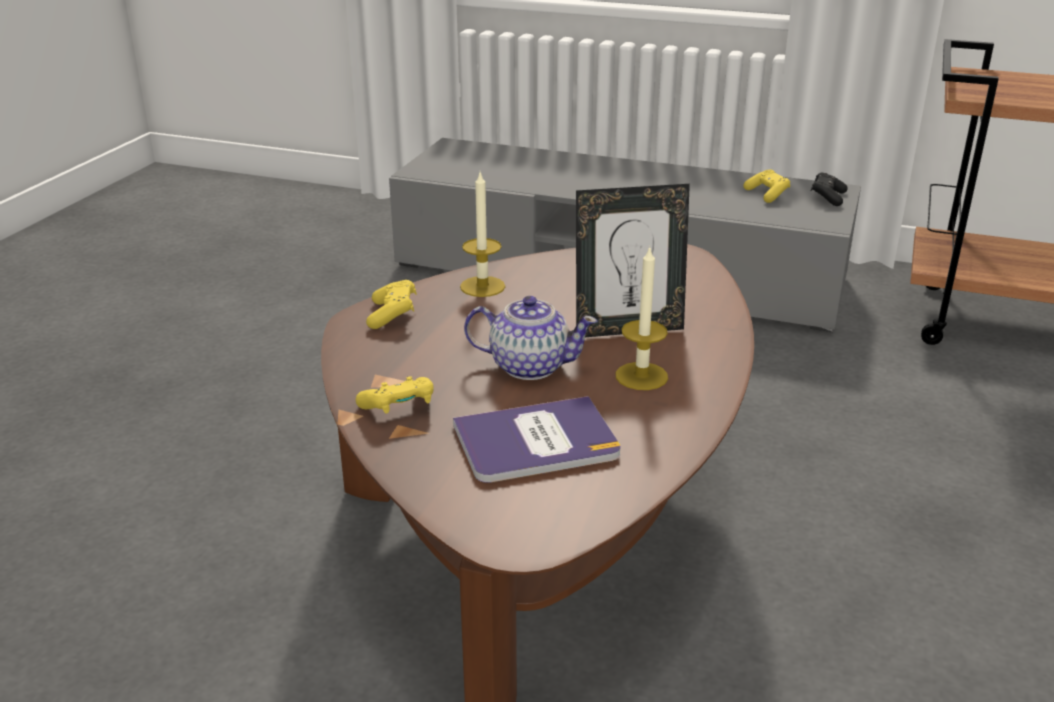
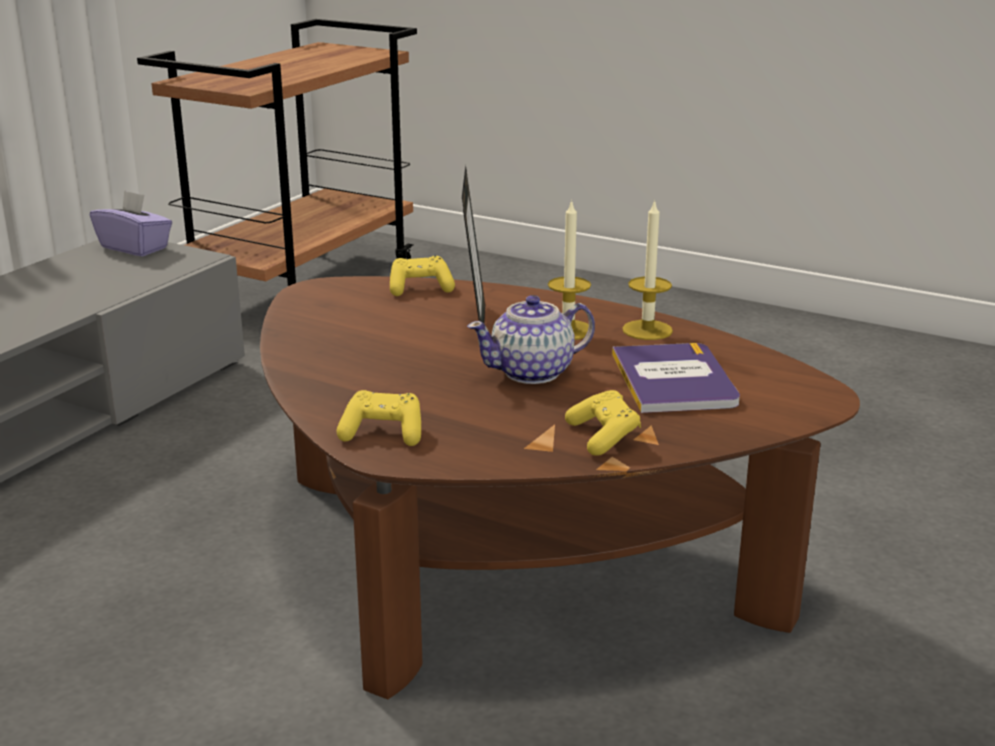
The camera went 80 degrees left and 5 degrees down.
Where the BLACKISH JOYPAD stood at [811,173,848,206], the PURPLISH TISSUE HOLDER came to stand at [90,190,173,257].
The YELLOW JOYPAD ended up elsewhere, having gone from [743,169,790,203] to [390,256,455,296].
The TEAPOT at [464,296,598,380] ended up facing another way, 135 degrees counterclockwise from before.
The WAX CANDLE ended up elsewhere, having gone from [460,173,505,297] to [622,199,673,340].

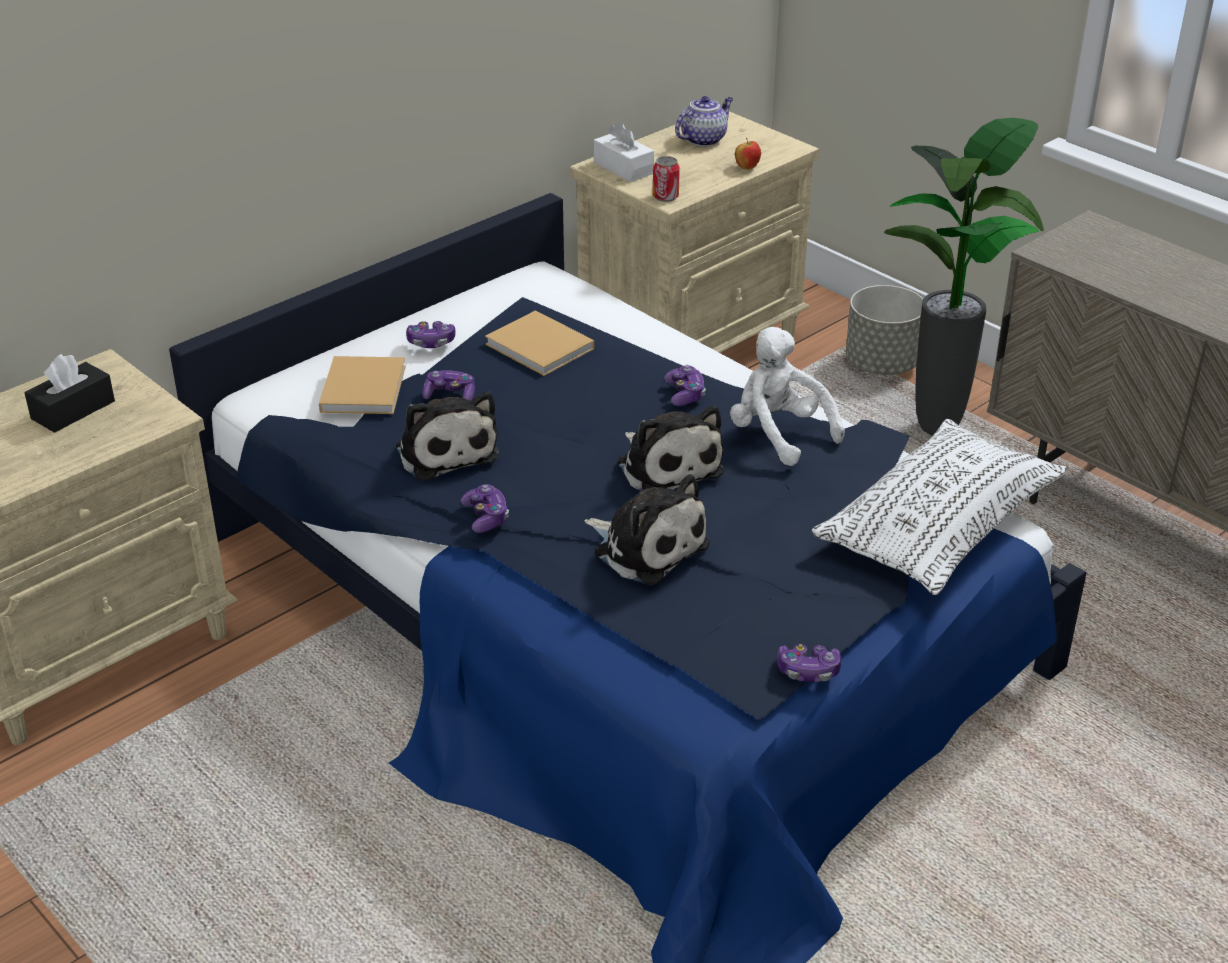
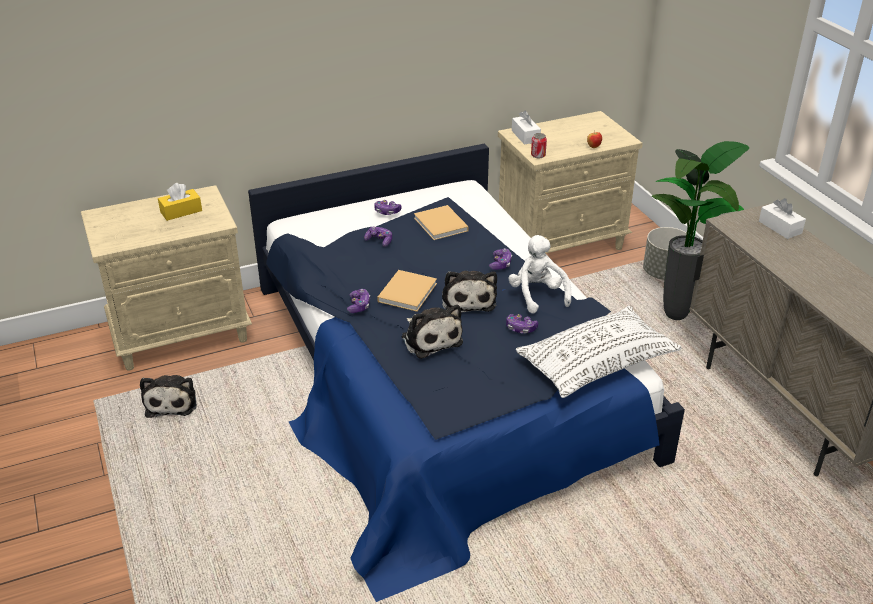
The camera went 20 degrees right and 0 degrees up.
The PLUSH TOY ended up elsewhere, having gone from [396,392,499,481] to [140,375,197,418].
What was the BLACKISH TISSUE HOLDER at [25,354,115,433] turned into the YELLOW TISSUE HOLDER at [158,183,202,221].
The SAND-COLOURED BOOK ended up elsewhere, having gone from [319,356,406,414] to [377,270,437,312].
The JOYPAD ended up elsewhere, having gone from [777,644,841,682] to [506,314,538,333].
The second view gained the WHITE-COLOURED TISSUE HOLDER at [759,198,806,239].
The second view lost the TEAPOT at [675,96,733,146].

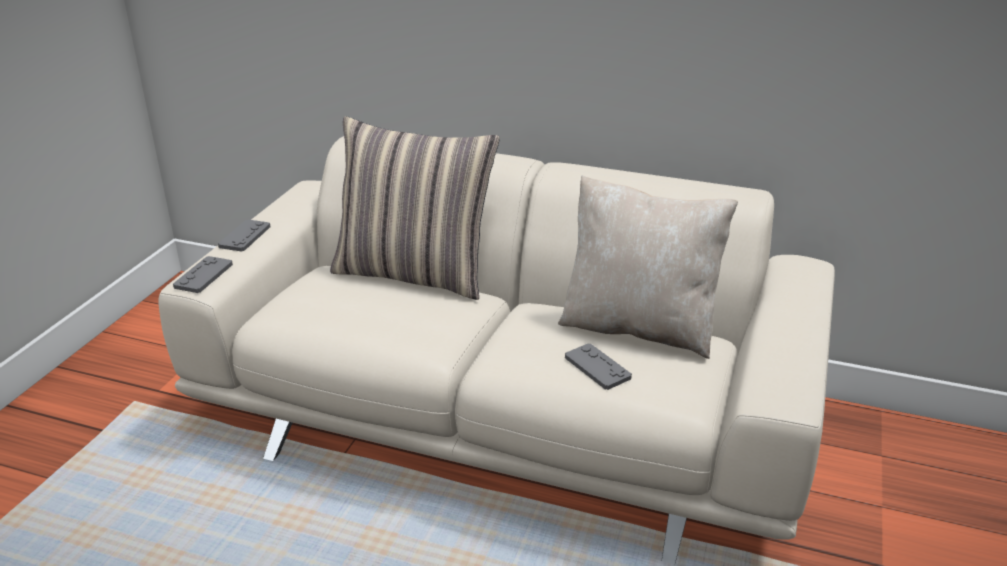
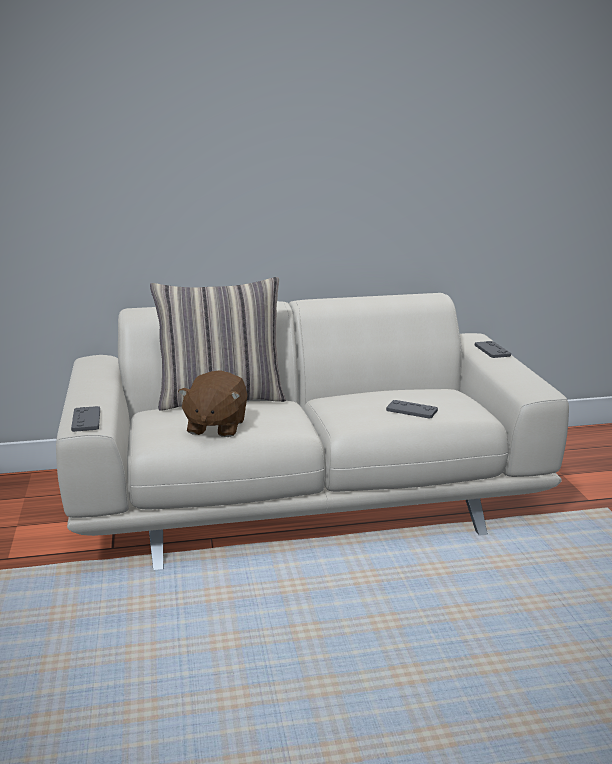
The camera went 30 degrees left and 10 degrees down.
The second view gained the BROWNISH PLUSH TOY at [178,370,248,437].
The GREYISH JOYPAD ended up elsewhere, having gone from [218,219,271,252] to [475,341,511,358].
The second view lost the SAND-COLOURED THROW PILLOW at [558,175,738,359].

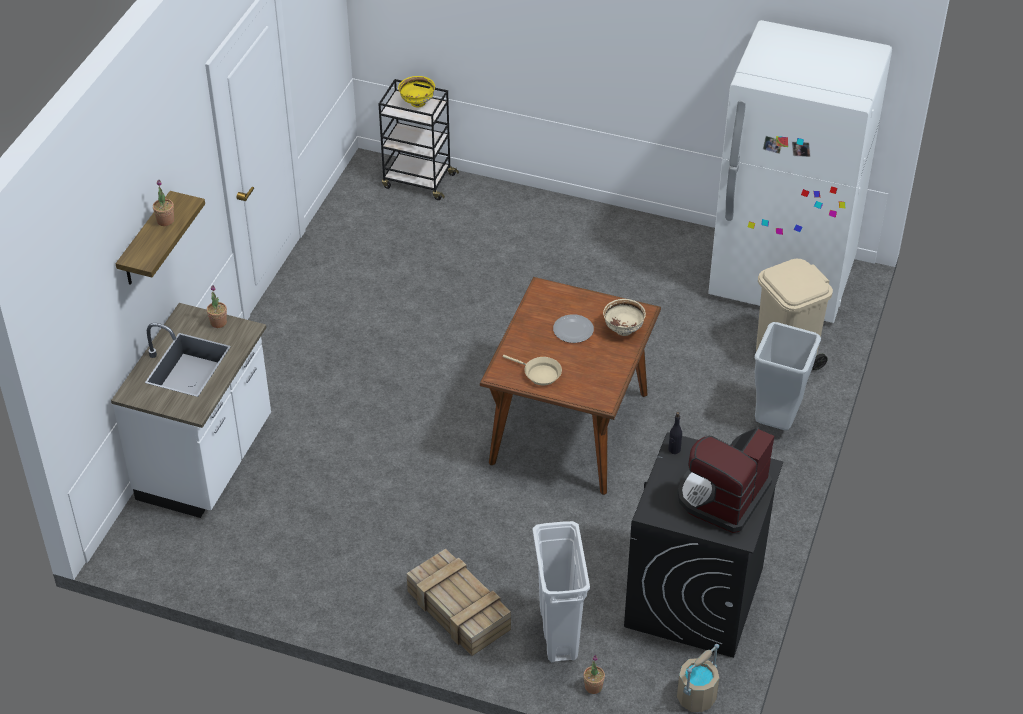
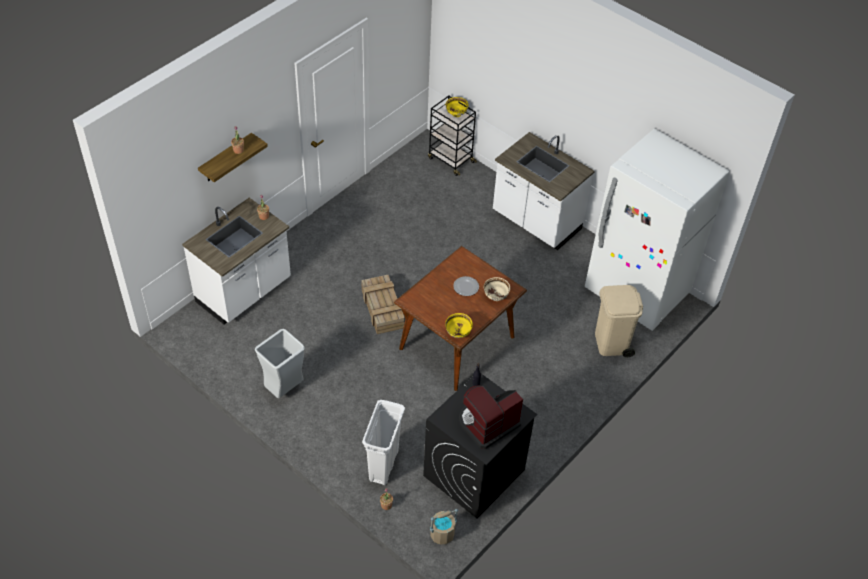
The camera went 20 degrees right and 5 degrees up.
The GREYISH RUBBISH BIN ended up elsewhere, having gone from [754,322,821,430] to [255,329,305,398].
The PACKING CRATE ended up elsewhere, having gone from [406,549,511,656] to [361,275,405,334].
The second view gained the YELLOW BOWL at [445,313,473,338].
The second view gained the WHITE-COLOURED KITCHEN COUNTER at [493,132,595,250].
The second view lost the SAND-COLOURED SKILLET at [503,355,562,386].

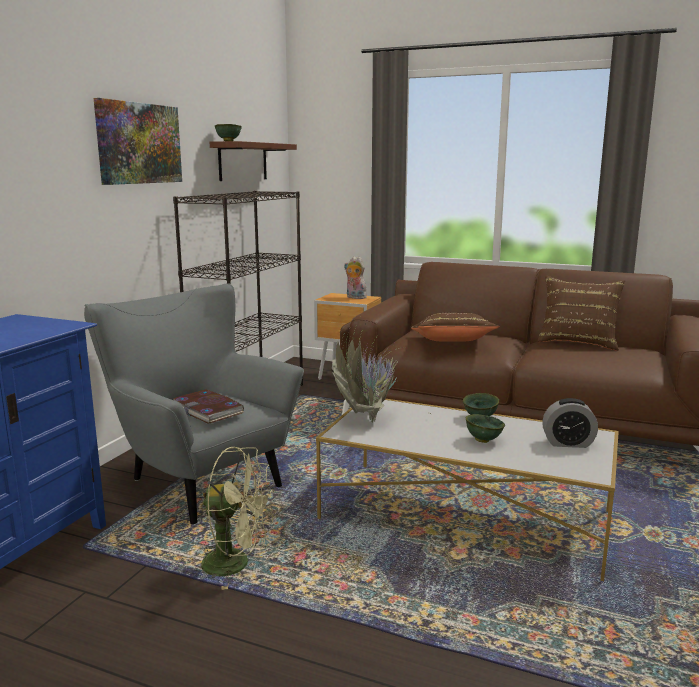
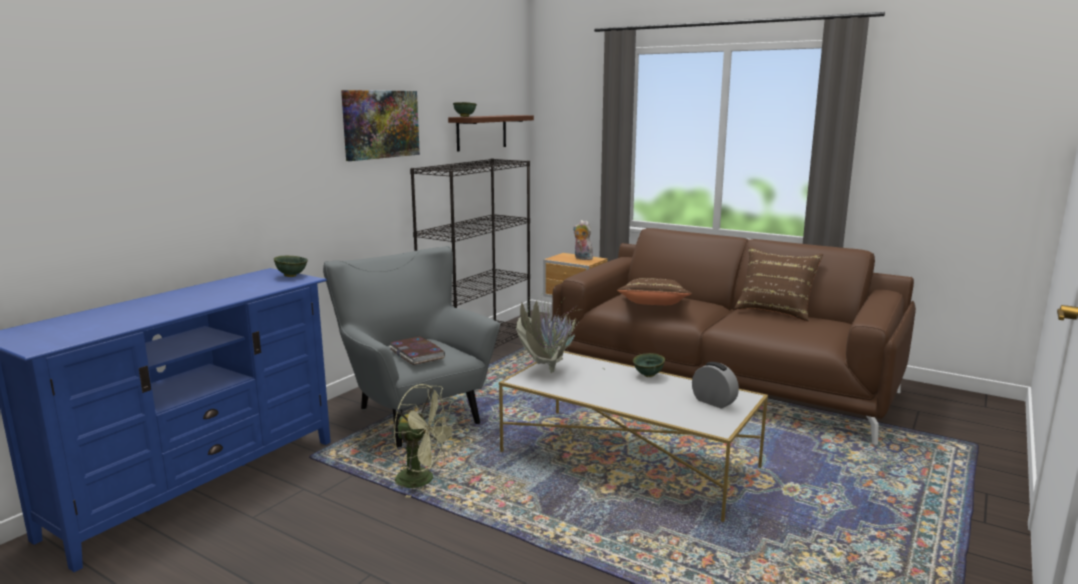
The camera went 10 degrees right and 0 degrees up.
The GREENISH BOWL ended up elsewhere, having gone from [466,414,505,443] to [274,256,308,277].
The BEDSIDE CLOCK at [542,398,598,448] ended up facing another way, 150 degrees counterclockwise from before.

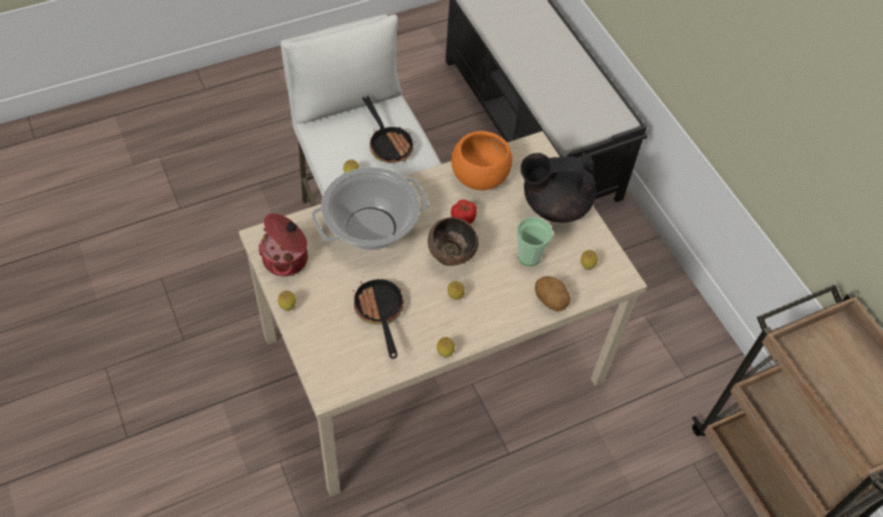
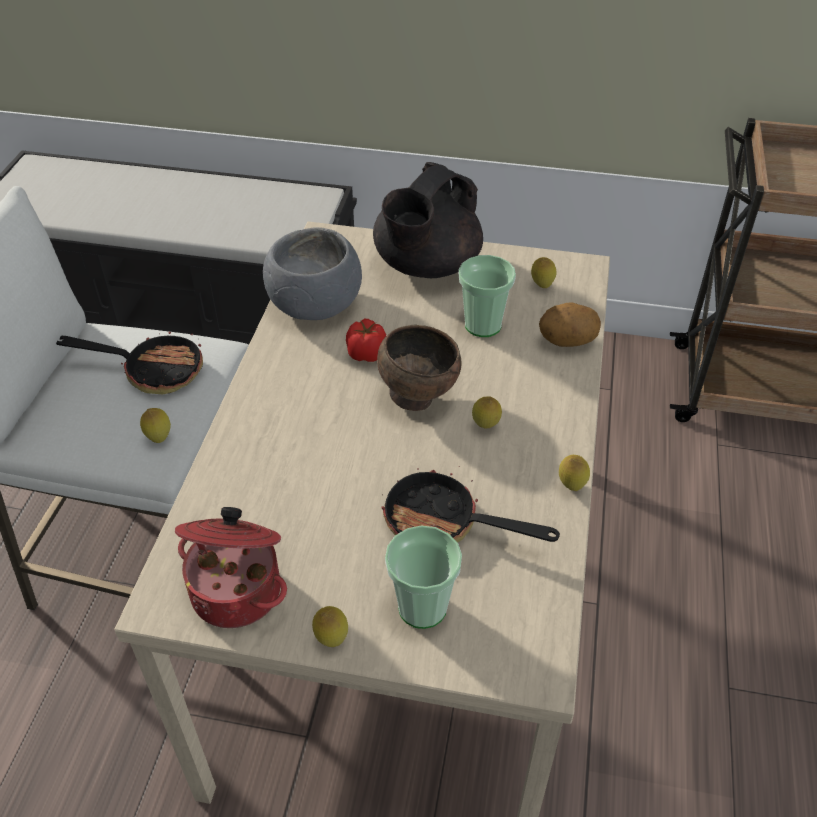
The camera went 50 degrees left and 10 degrees down.
What was the ORANGEY BOWL at [451,131,512,190] turned into the GREYISH BOWL at [263,227,362,320].
The second view gained the CUP at [385,526,462,629].
The second view lost the COOKING POT at [312,167,429,250].

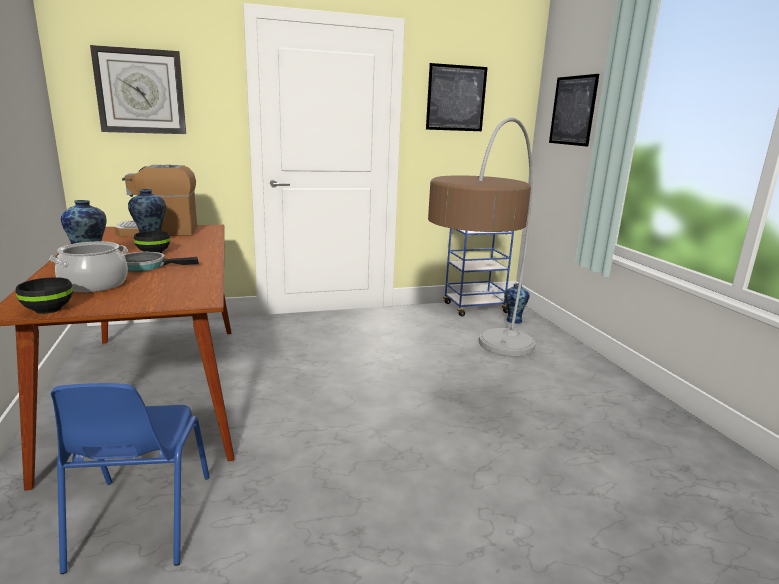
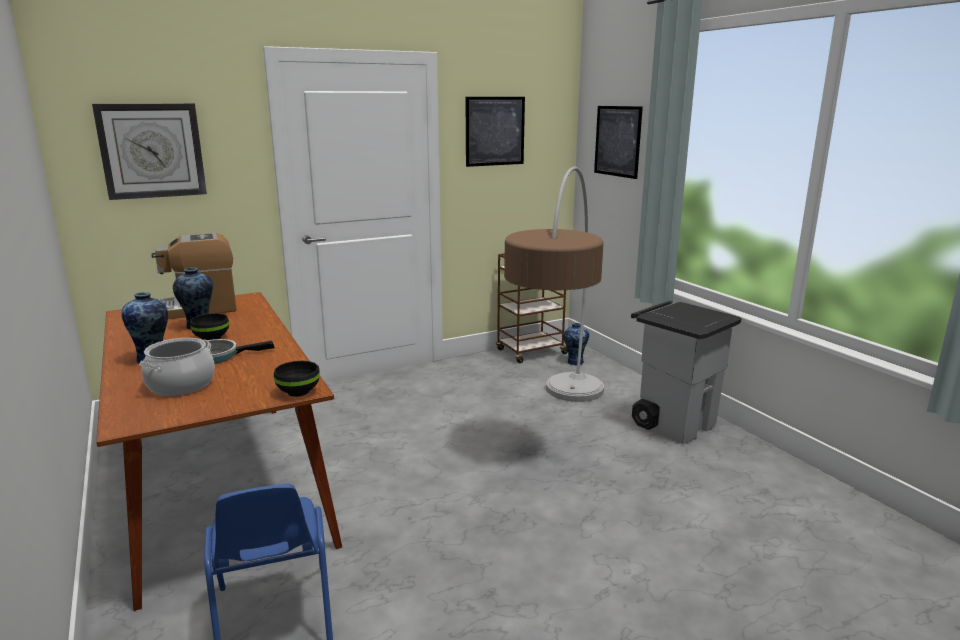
The camera went 10 degrees left and 0 degrees up.
The BLACKISH BOWL ended up elsewhere, having gone from [16,277,73,314] to [274,361,320,397].
What was the BLUE CART at [443,228,514,317] turned into the BROWNISH CART at [496,253,568,363].
The second view gained the GREYISH RUBBISH BIN at [631,301,742,444].

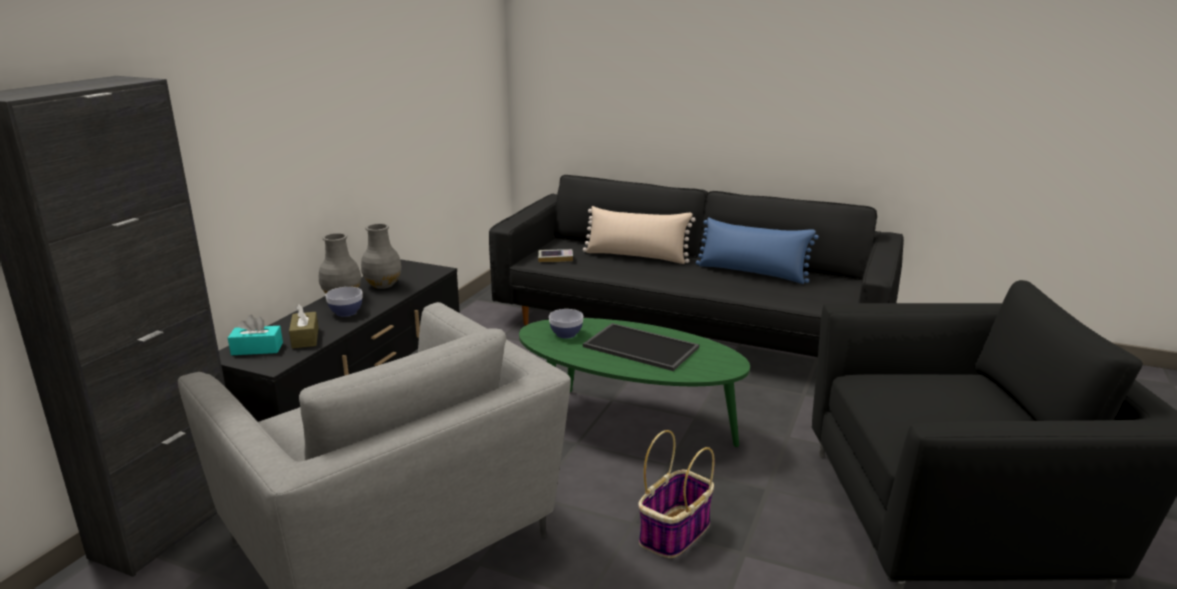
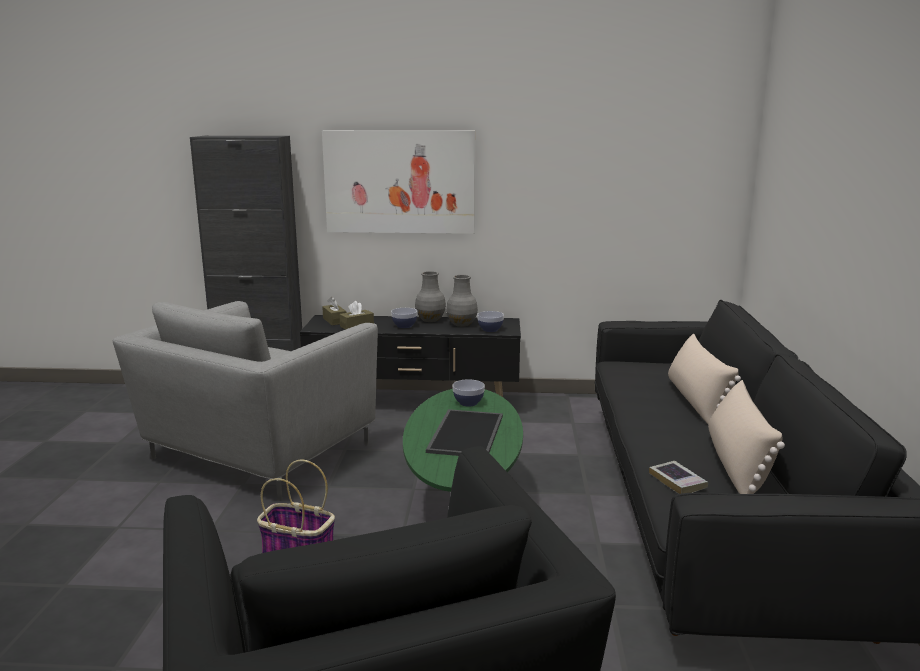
The camera went 70 degrees right and 5 degrees down.
The second view gained the WALL PICTURE at [322,130,475,234].
What was the TURQUOISE-COLOURED TISSUE HOLDER at [228,315,283,355] turned into the BROWNISH TISSUE HOLDER at [322,296,346,325].
The second view gained the BOWL at [477,311,504,332].
The BOOK ended up elsewhere, having gone from [538,249,573,262] to [649,461,708,494].
What was the BLUE THROW PILLOW at [696,217,819,284] turned into the SAND-COLOURED THROW PILLOW at [708,380,785,494].

